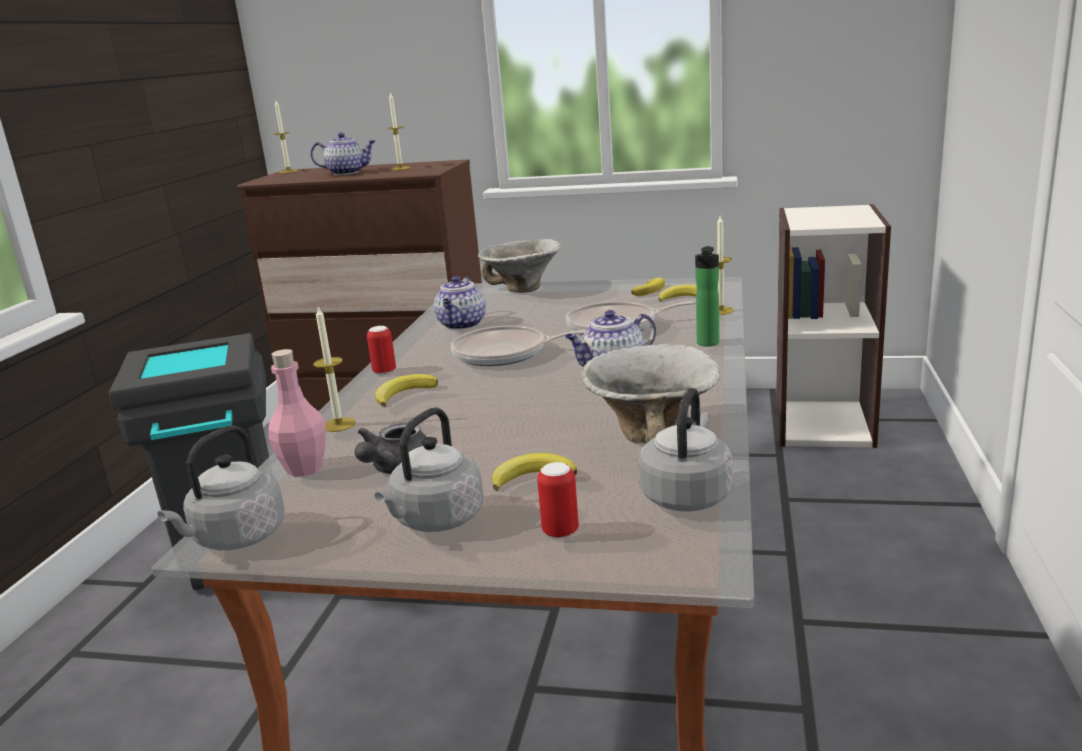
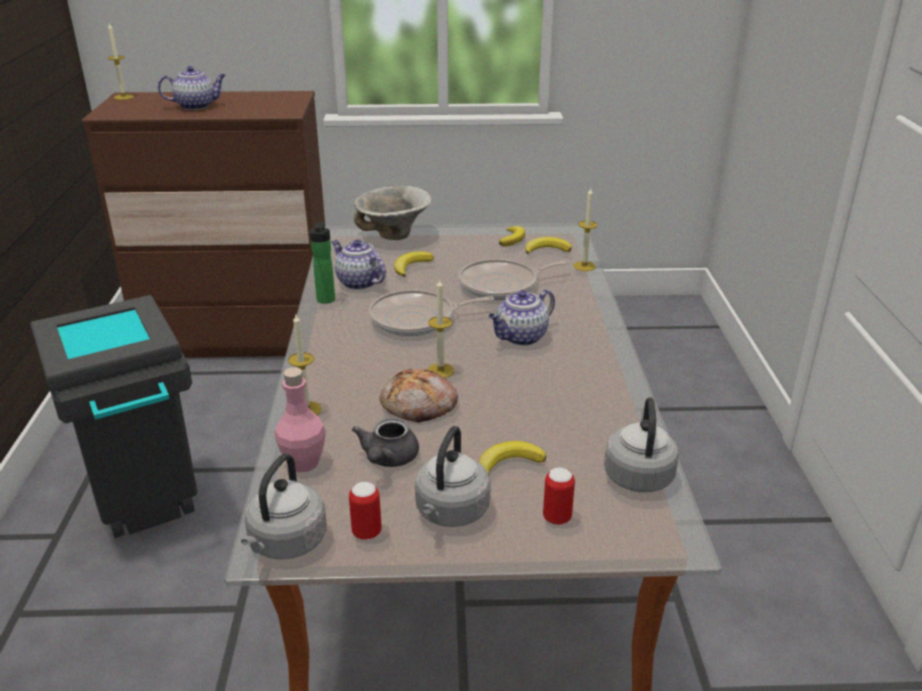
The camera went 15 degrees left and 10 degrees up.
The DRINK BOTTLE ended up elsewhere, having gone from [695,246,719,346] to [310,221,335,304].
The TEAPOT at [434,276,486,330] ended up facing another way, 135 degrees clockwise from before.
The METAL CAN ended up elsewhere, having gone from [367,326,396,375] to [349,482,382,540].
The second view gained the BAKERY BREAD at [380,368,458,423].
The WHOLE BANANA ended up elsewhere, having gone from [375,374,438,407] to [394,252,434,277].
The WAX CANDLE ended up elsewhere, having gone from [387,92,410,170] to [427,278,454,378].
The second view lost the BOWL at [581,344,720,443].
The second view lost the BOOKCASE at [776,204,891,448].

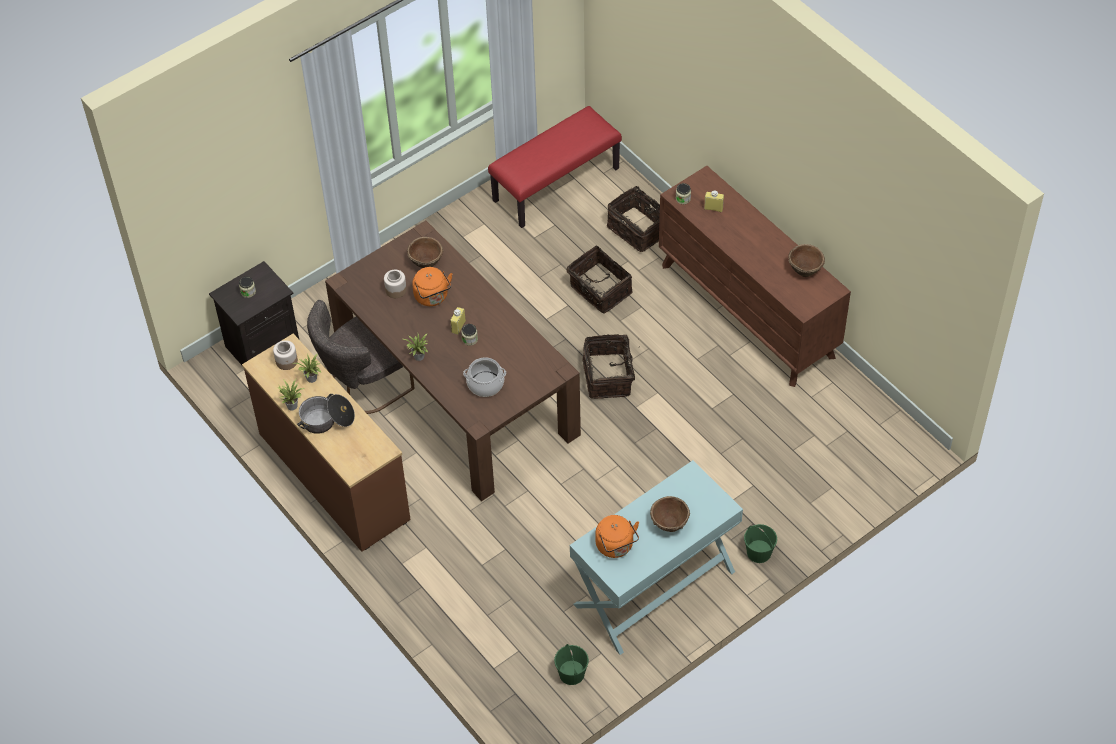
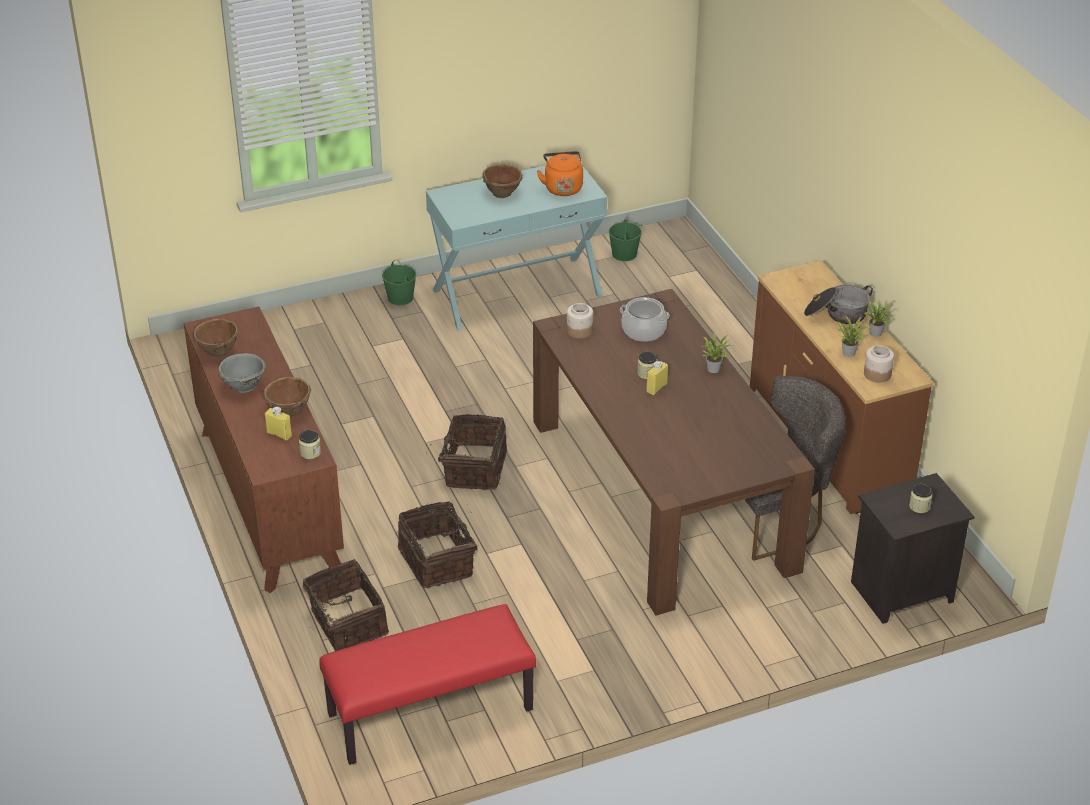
The camera went 165 degrees left and 15 degrees down.
The second view gained the GREYISH BOWL at [219,353,266,393].
The BROWNISH BOWL ended up elsewhere, having gone from [407,237,443,268] to [263,377,311,417].
The STORAGE JAR ended up elsewhere, having gone from [384,270,407,298] to [567,303,593,339].
The second view lost the ORANGEY KETTLE at [412,267,452,306].

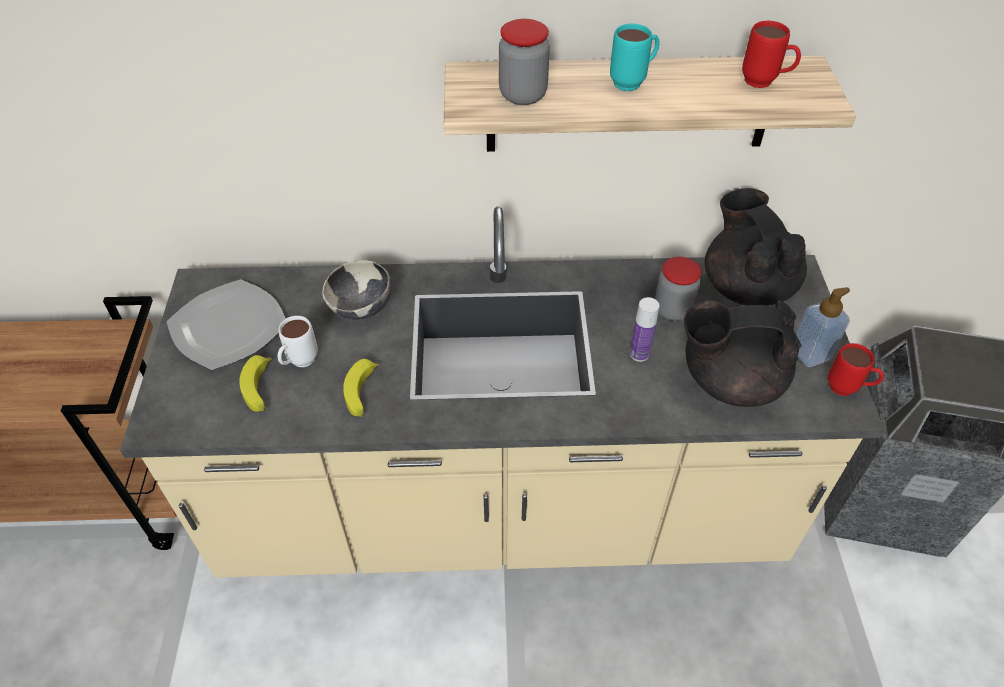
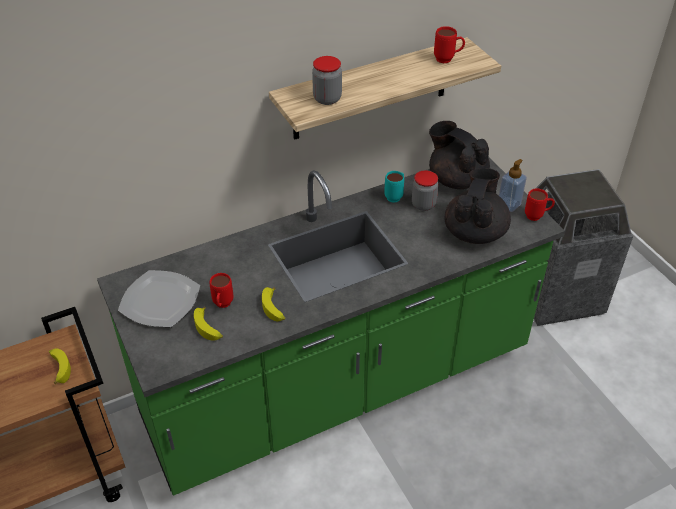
The camera went 25 degrees left and 5 degrees down.
The second view gained the WHOLE BANANA at [49,348,71,384].
What was the SAND-COLOURED KITCHEN COUNTER at [120,207,885,578] turned into the GREENISH KITCHEN COUNTER at [97,157,565,496].
What was the WHITE-COLOURED MUG at [277,316,318,367] turned into the RED MUG at [210,273,234,308].
The TURQUOISE-COLOURED MUG ended up elsewhere, having gone from [610,24,660,91] to [384,171,404,203].
The BLACKISH TEAPOT at [684,300,802,407] ended up facing another way, 135 degrees clockwise from before.
The second view lost the BOWL at [322,260,392,320].
The second view lost the DRINK BOTTLE at [630,297,660,362].

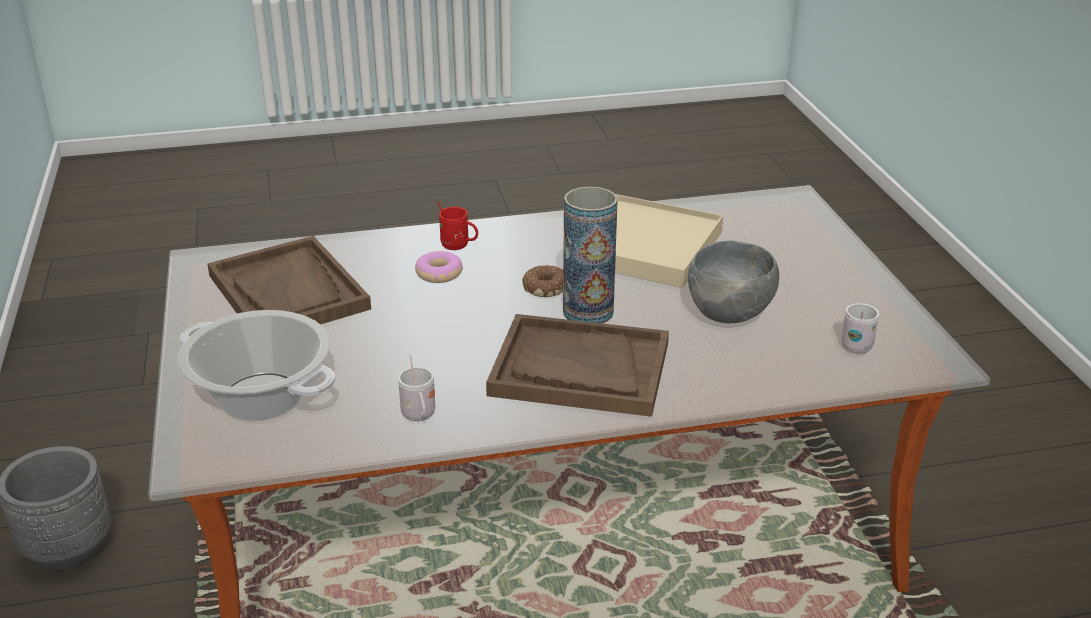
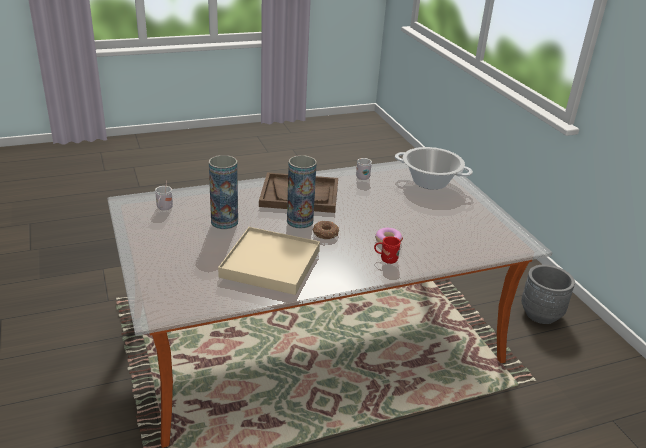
The camera went 170 degrees right and 0 degrees up.
Where the GREYISH BOWL stood at [688,240,779,323], the FLOWER VASE came to stand at [209,155,238,229].
The second view lost the BROWNISH SERVING TRAY at [207,236,371,324].

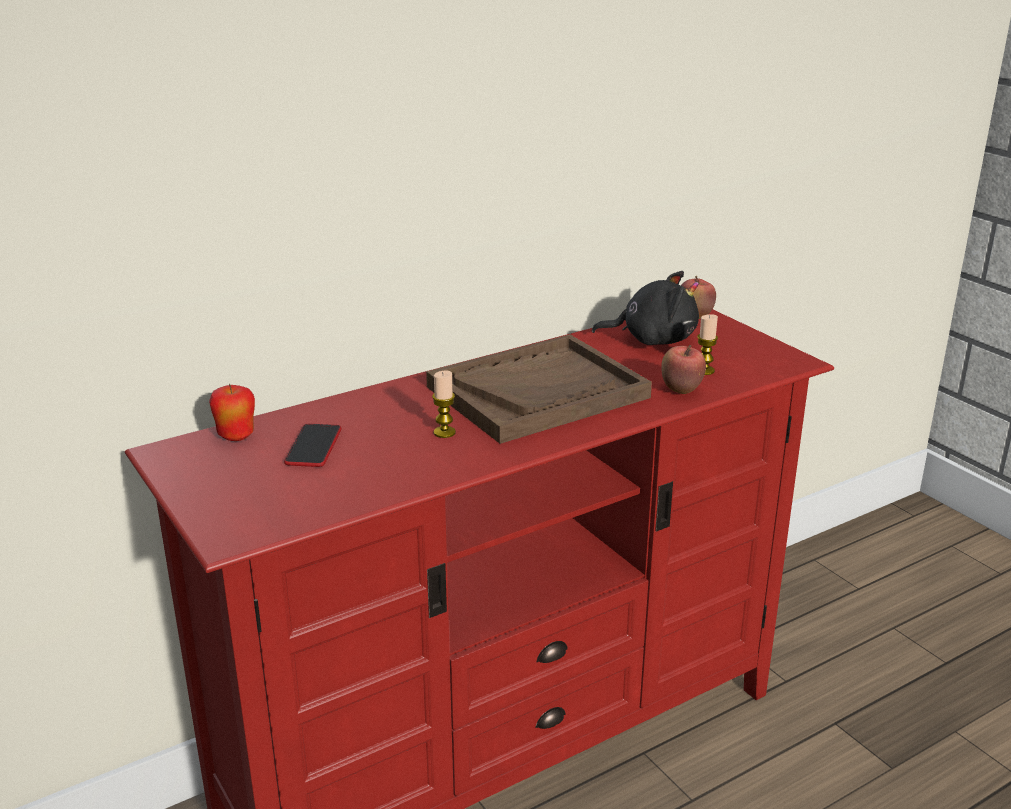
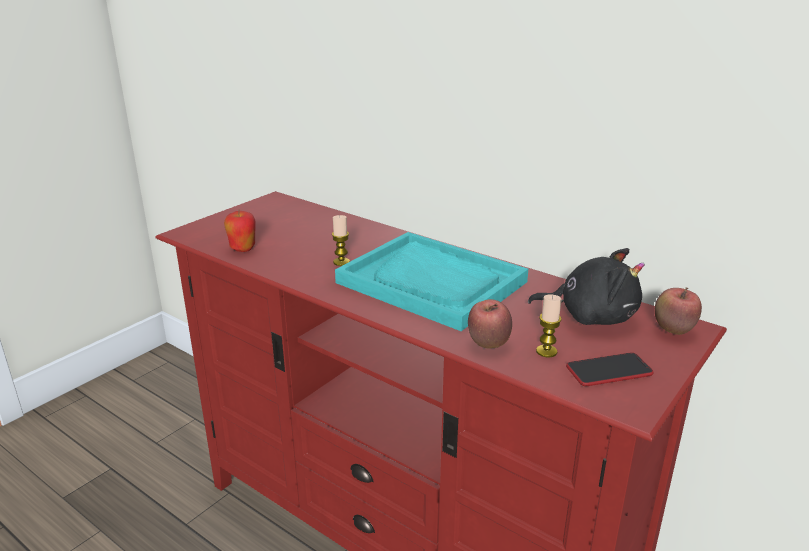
The camera went 70 degrees right and 0 degrees up.
The APPLE FRUIT ended up elsewhere, having gone from [209,384,255,441] to [224,210,256,252].
What was the BROWNISH SERVING TRAY at [426,335,652,444] turned into the TURQUOISE-COLOURED SERVING TRAY at [335,232,528,331].
The BLACKISH PLUSH TOY at [592,271,699,345] ended up facing another way, 60 degrees counterclockwise from before.
The PHONE ended up elsewhere, having gone from [284,424,342,467] to [566,352,654,386].

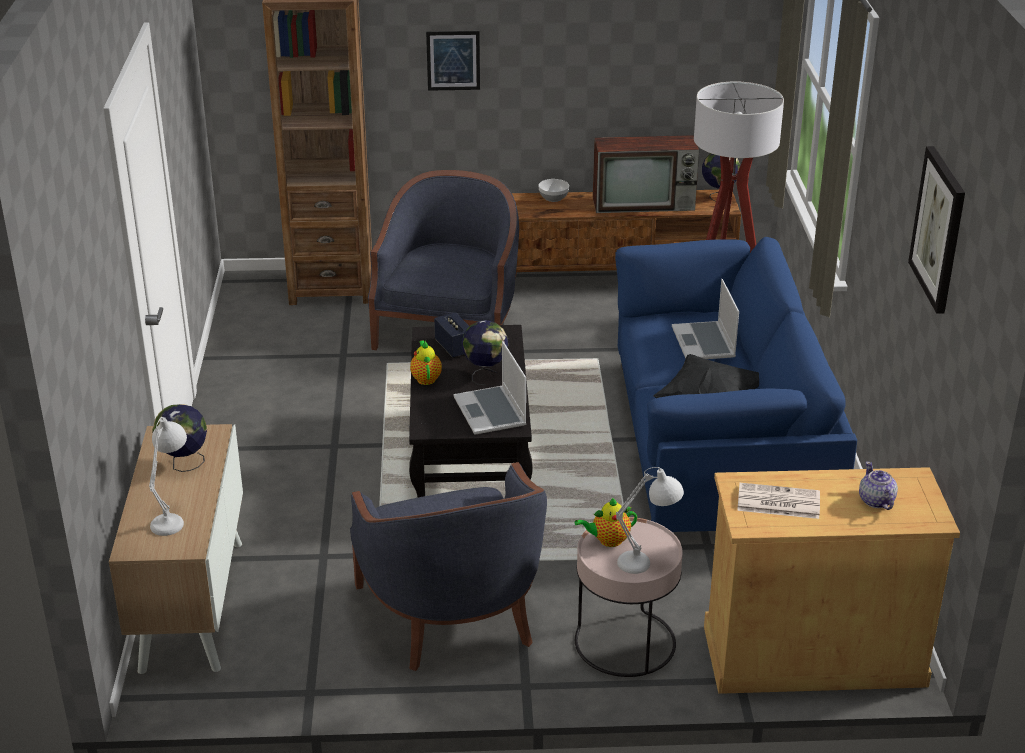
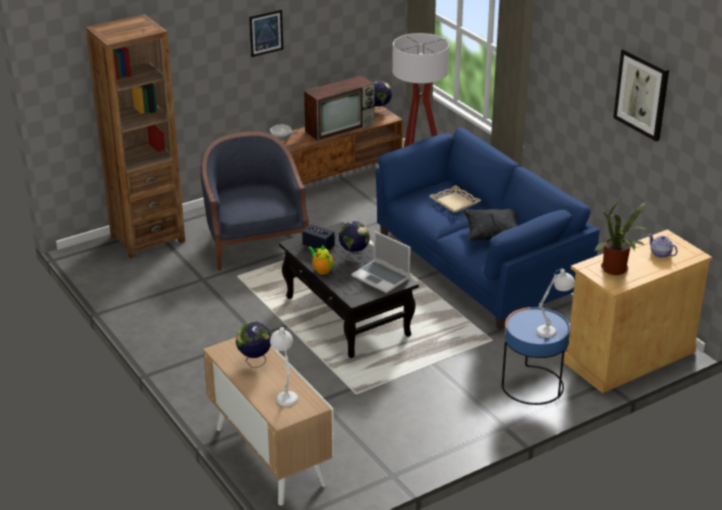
The camera went 30 degrees left and 0 degrees up.
The WALL PICTURE ended up elsewhere, having gone from [426,31,480,91] to [249,9,283,57].
Where the NOTEBOOK COMPUTER stood at [672,279,739,359], the SAND-COLOURED SERVING TRAY came to stand at [430,185,482,213].
What was the PINK SIDE TABLE at [575,517,682,677] turned into the BLUE SIDE TABLE at [502,307,570,405].
Where the NEWSPAPER stood at [737,483,820,519], the PLANT IN A POT came to stand at [595,198,648,275].
The second view lost the BLUE ARMCHAIR at [350,462,547,671].
The second view lost the TEAPOT at [575,498,637,547].

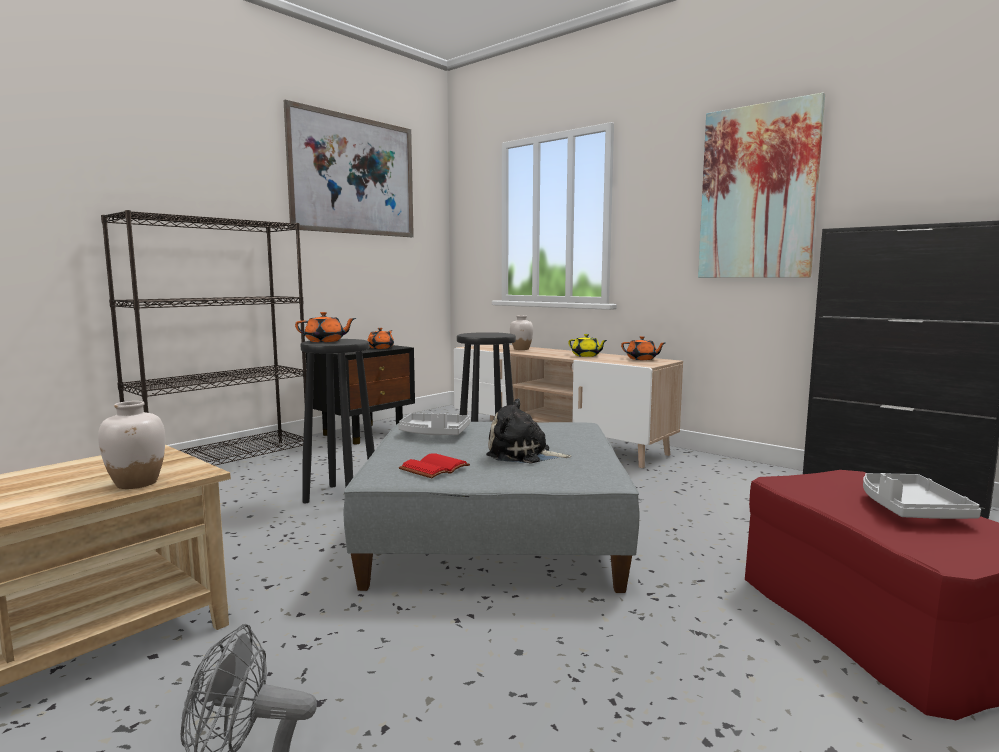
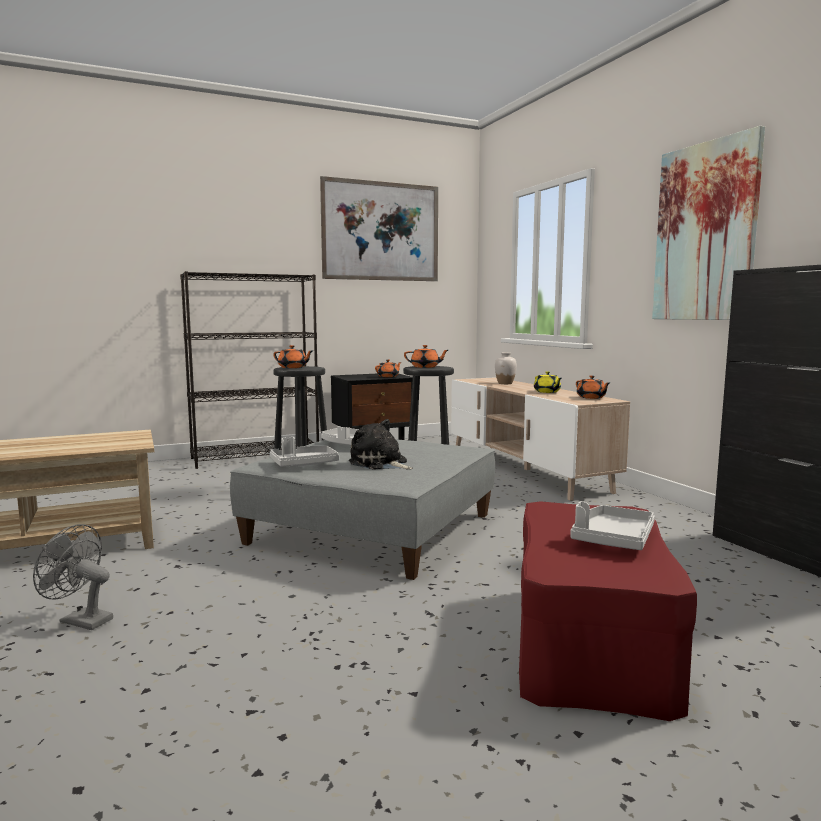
The camera went 25 degrees right and 0 degrees up.
Where the RED BOOK stood at [399,453,470,478], the GREYISH SERVING TRAY came to stand at [270,437,339,467].
The second view gained the ORANGEY TEAPOT at [404,345,448,368].
The second view lost the WHITE-COLOURED FLOWER VASE at [98,401,165,489].

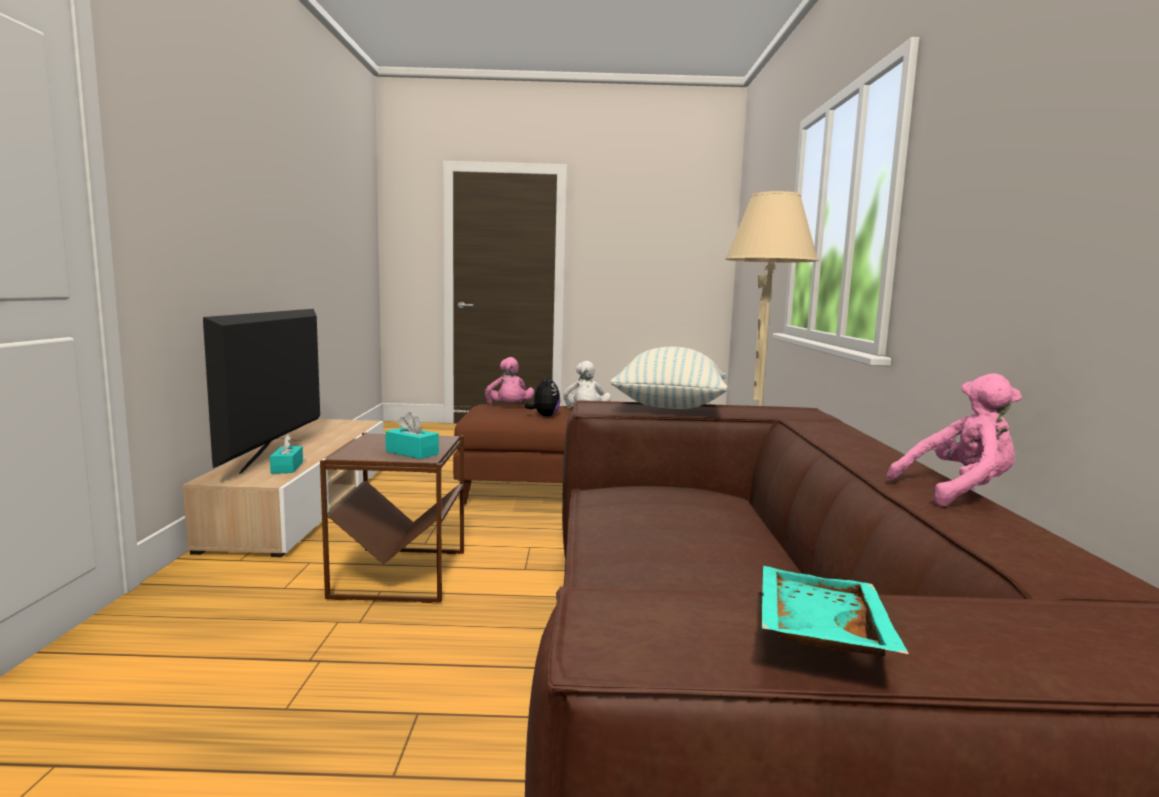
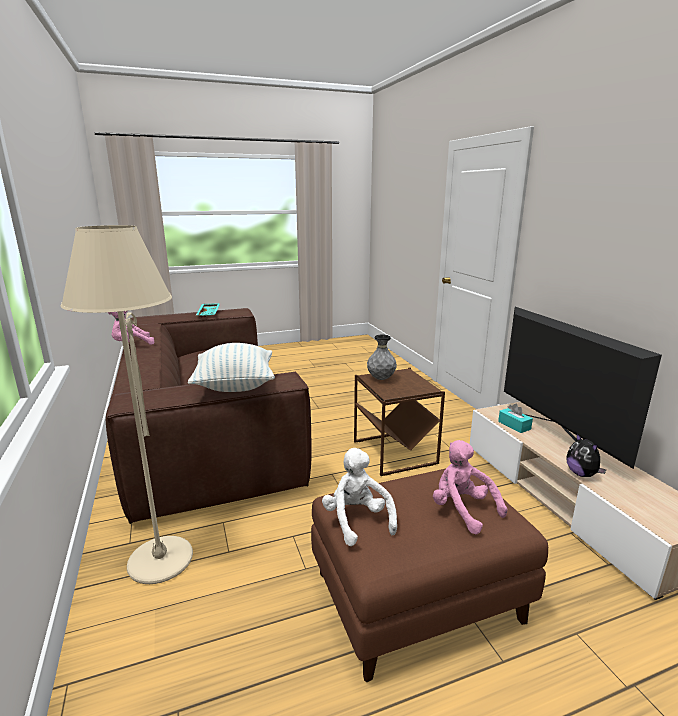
The camera went 160 degrees right and 10 degrees up.
Where the TURQUOISE-COLOURED TISSUE HOLDER stood at [385,412,439,459], the GREYISH FLOWER VASE came to stand at [367,334,397,380].
The PLUSH TOY ended up elsewhere, having gone from [525,376,560,416] to [566,433,606,477].

